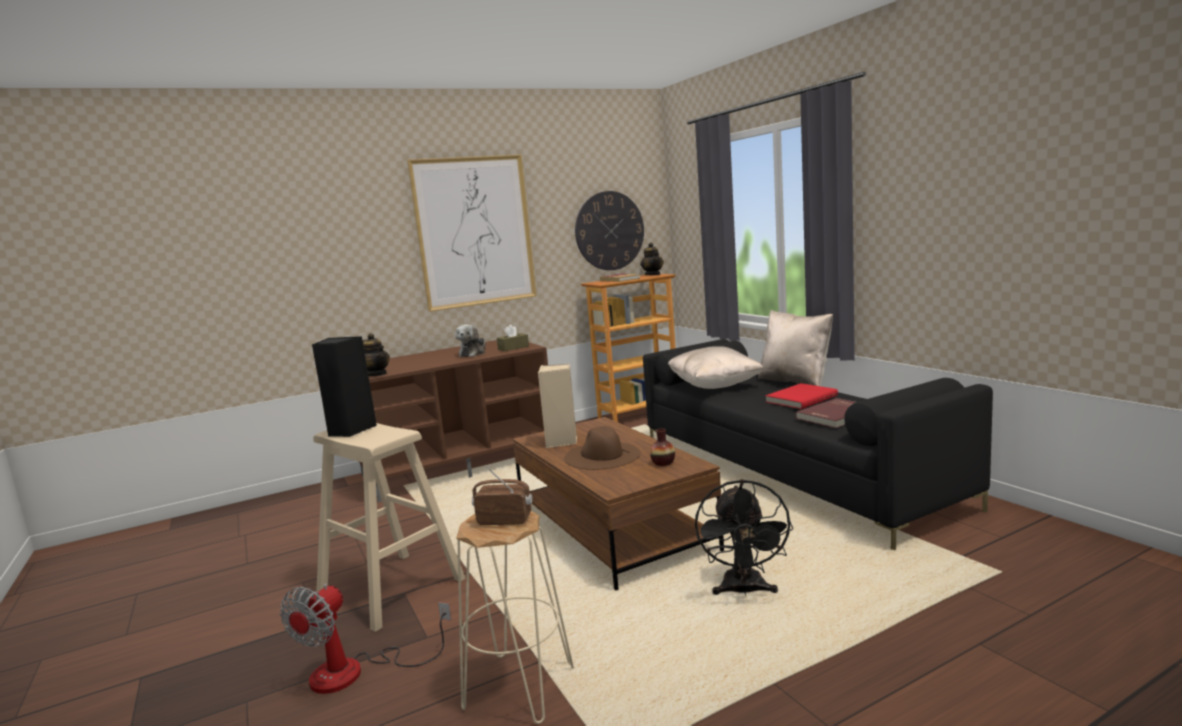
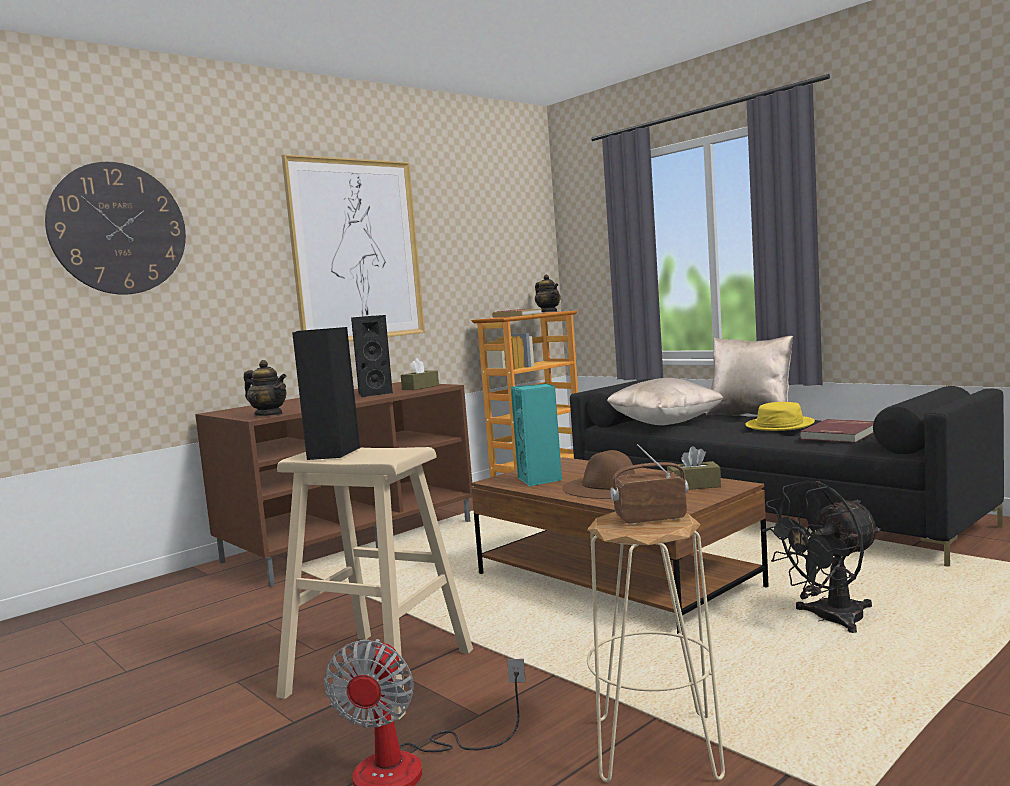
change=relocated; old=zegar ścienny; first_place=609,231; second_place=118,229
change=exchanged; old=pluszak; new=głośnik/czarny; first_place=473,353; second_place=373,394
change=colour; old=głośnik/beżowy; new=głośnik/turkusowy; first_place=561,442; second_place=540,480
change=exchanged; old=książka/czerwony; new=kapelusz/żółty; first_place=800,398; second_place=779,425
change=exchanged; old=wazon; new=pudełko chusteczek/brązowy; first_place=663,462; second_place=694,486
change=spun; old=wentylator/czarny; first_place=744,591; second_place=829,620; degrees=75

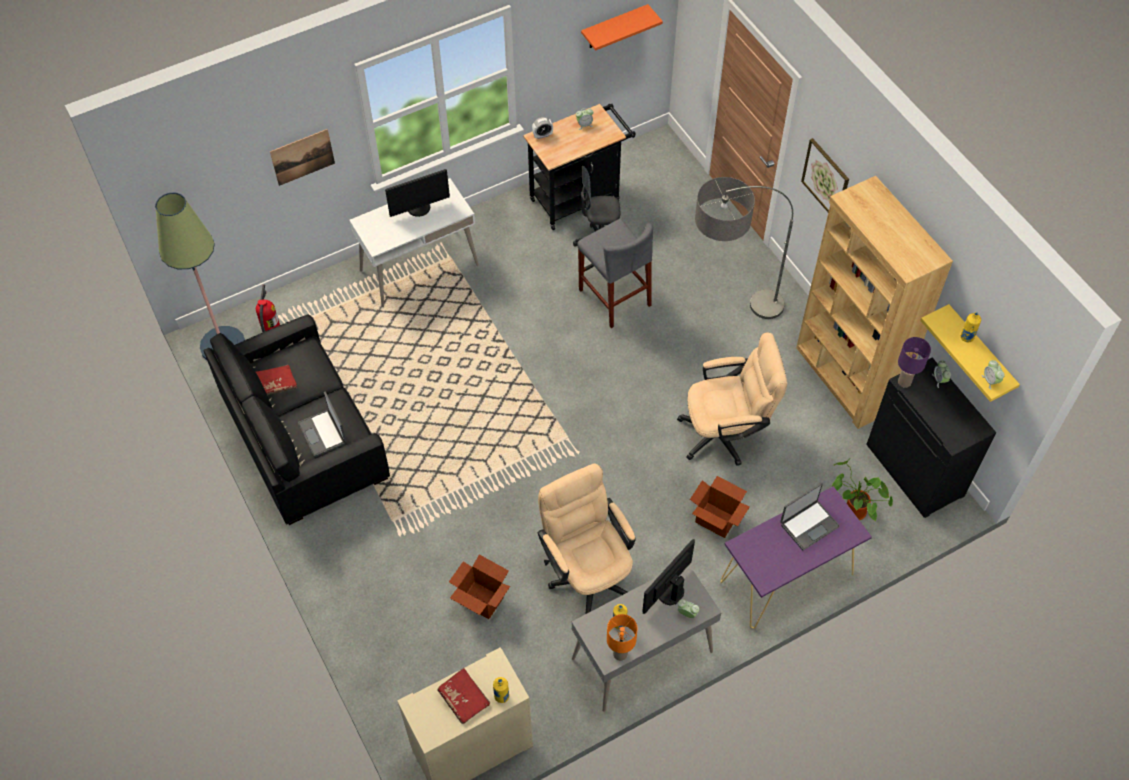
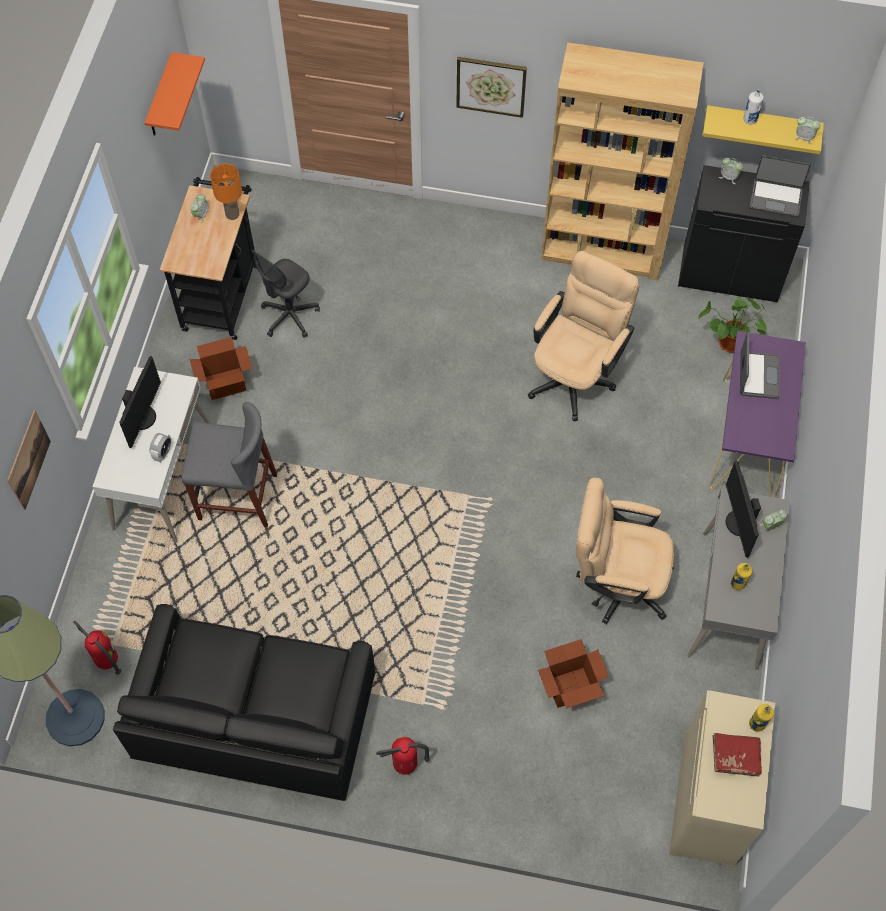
change=relocated; old=budzik; first_place=542,135; second_place=163,453
change=missing; old=lampa stojąca; first_place=728,315
change=relocated; old=stołek/szary; first_place=614,297; second_place=237,497
change=colour; old=butelka/żółty; new=butelka/biały; first_place=966,337; second_place=750,119
change=missing; old=lampa stołowa/fioletowy; first_place=904,382
change=missing; old=książka/czerwony; first_place=276,384
change=relocated; old=laptop; first_place=323,433; second_place=776,197
change=relocated; old=karton; first_place=716,520; second_place=226,383
change=relocated; old=lampa stołowa/pomarańczowy; first_place=620,654; second_place=232,214
change=appeared; new=gaśnica; second_place=405,766

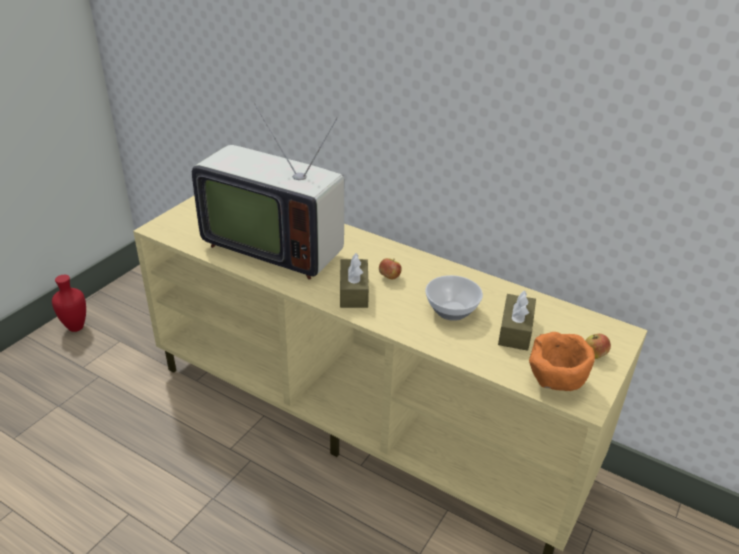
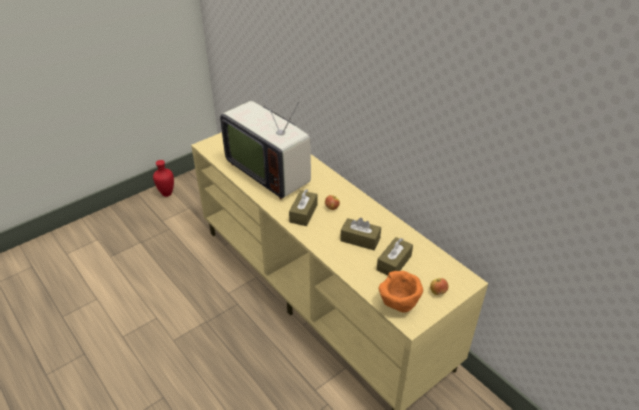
change=exchanged; old=miska; new=pudełko chusteczek/brązowy; first_place=452,310; second_place=360,239

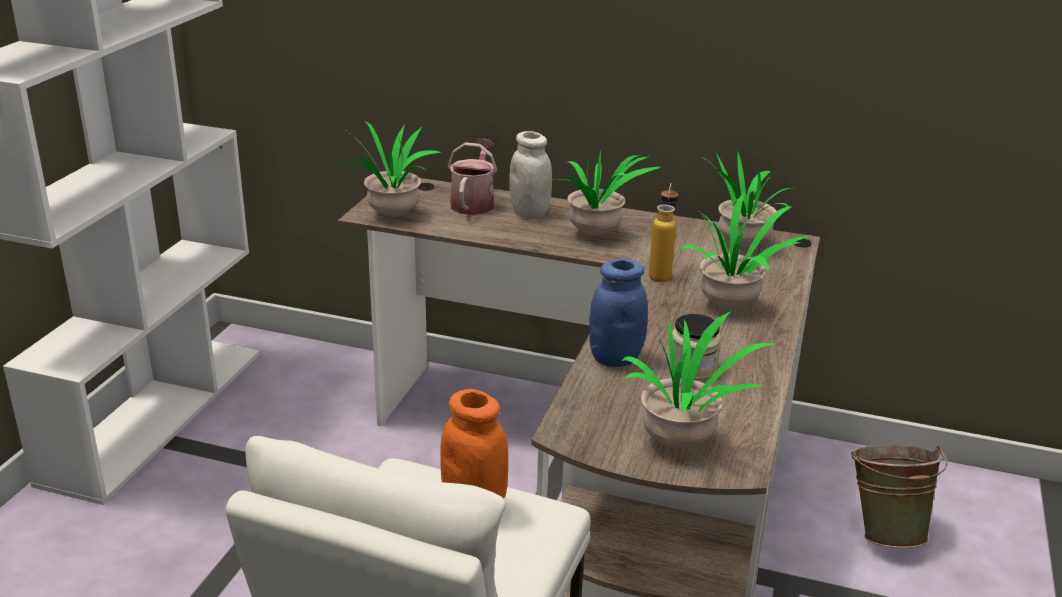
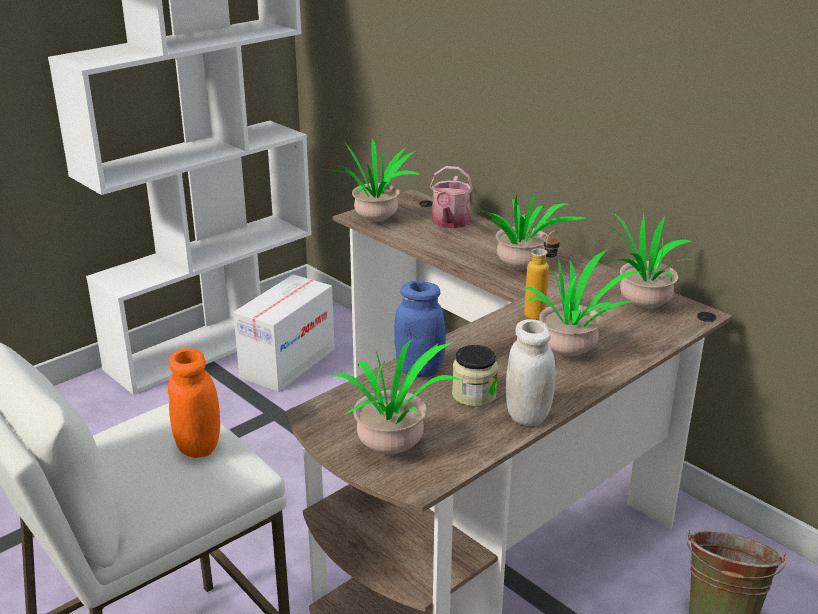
change=relocated; old=słoik/biały; first_place=529,213; second_place=527,415
change=spun; old=konewka; first_place=474,202; second_place=449,223; degrees=150
change=appeared; new=karton; second_place=288,363

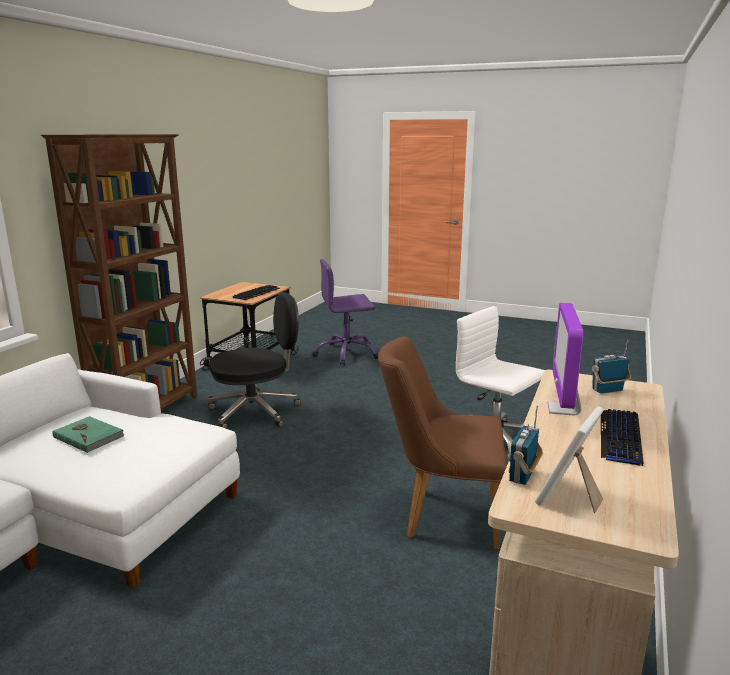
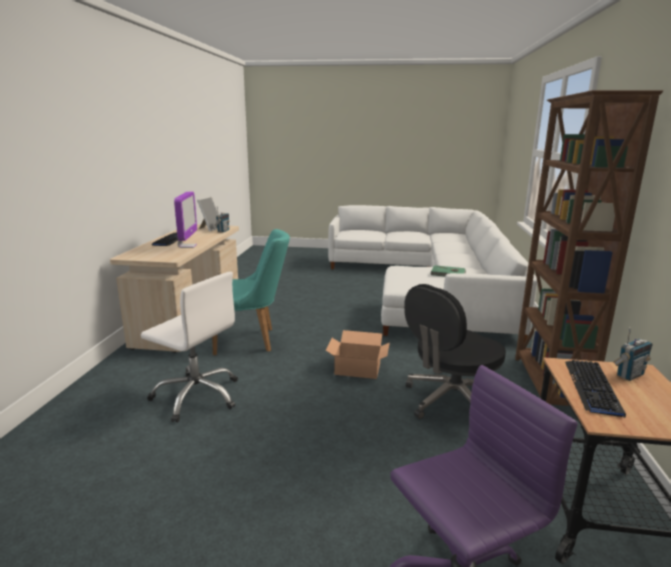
change=colour; old=krzesło/brązowy; new=krzesło/turkusowy; first_place=441,513; second_place=251,340
change=relocated; old=radio; first_place=607,390; second_place=629,375
change=appeared; new=karton; second_place=358,369

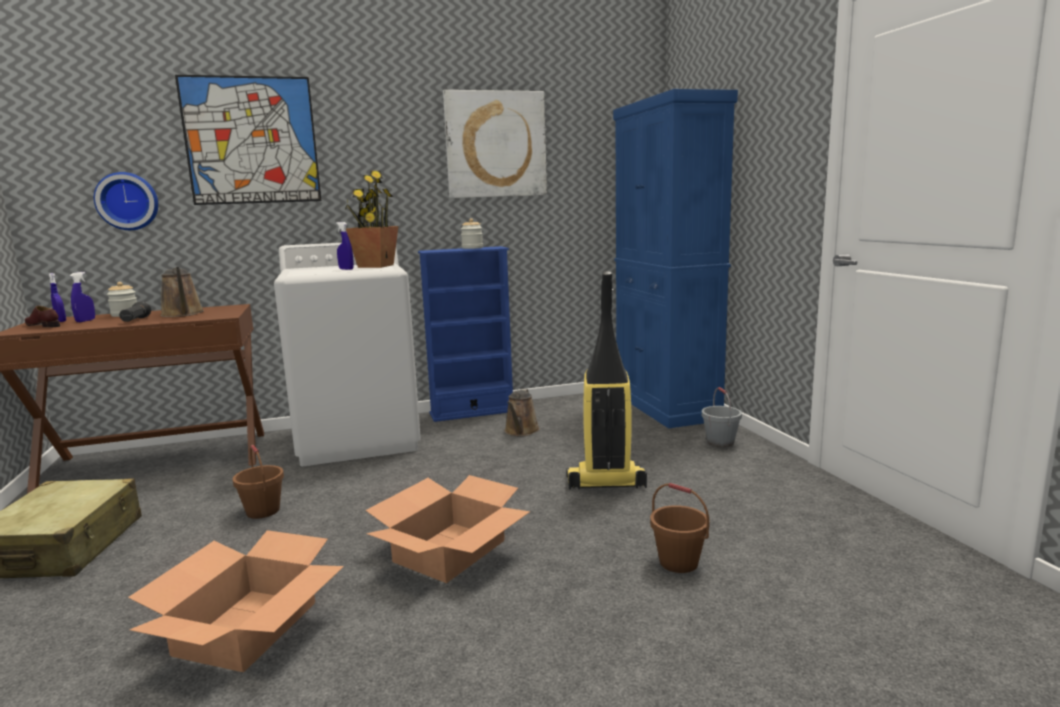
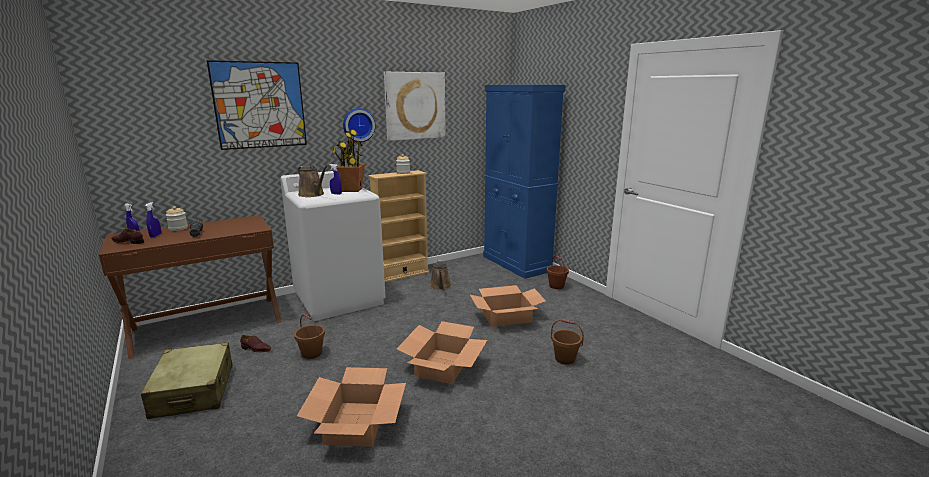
change=relocated; old=zegar ścienny; first_place=128,201; second_place=358,125
change=colour; old=regał/niebieski; new=regał/beżowy; first_place=472,412; second_place=402,274
change=relocated; old=konewka/brązowy; first_place=183,314; second_place=312,194
change=exchanged; old=odkurzacz; new=karton; first_place=605,483; second_place=506,317
change=colour; old=wiadro/szary; new=wiadro/brązowy; first_place=720,442; second_place=556,286
change=appeared; new=but/brązowy; second_place=256,349

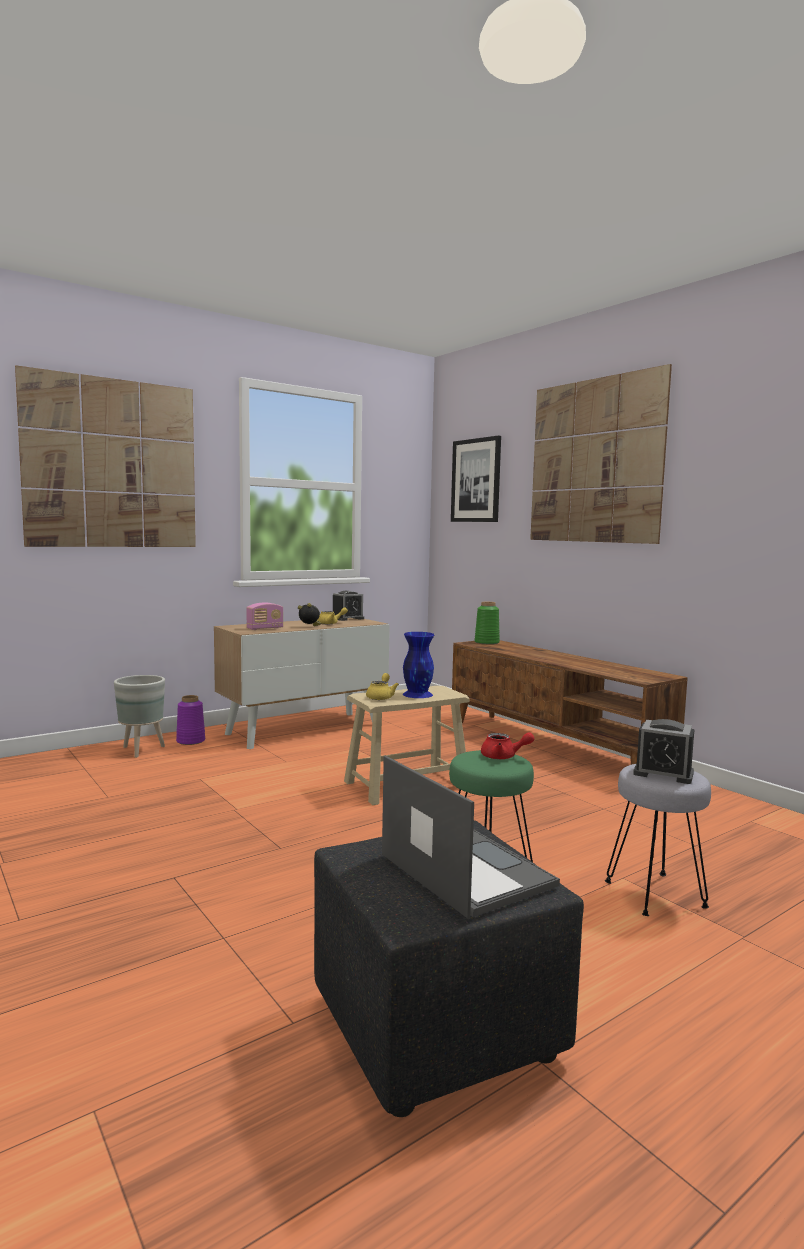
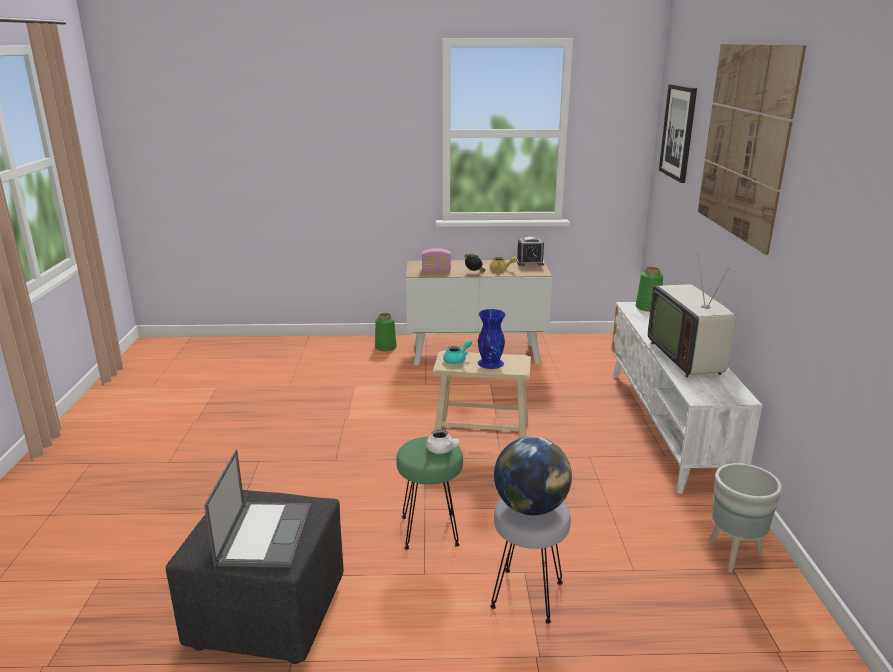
change=missing; old=obraz; first_place=112,464
change=colour; old=szafka pod telewizor/brązowy; new=szafka pod telewizor/biały; first_place=553,745; second_place=667,426
change=colour; old=imbryk/żółty; new=imbryk/turkusowy; first_place=381,697; second_place=457,360
change=relocated; old=donica/szary; first_place=141,750; second_place=733,554
change=colour; old=wazon/fioletowy; new=wazon/zielony; first_place=191,741; second_place=386,347
change=exchanged; old=budzik; new=globus; first_place=663,773; second_place=531,507
change=colour; old=imbryk/czerwony; new=imbryk/biały; first_place=503,757; second_place=442,450
change=appeared; new=telewizor; second_place=688,357

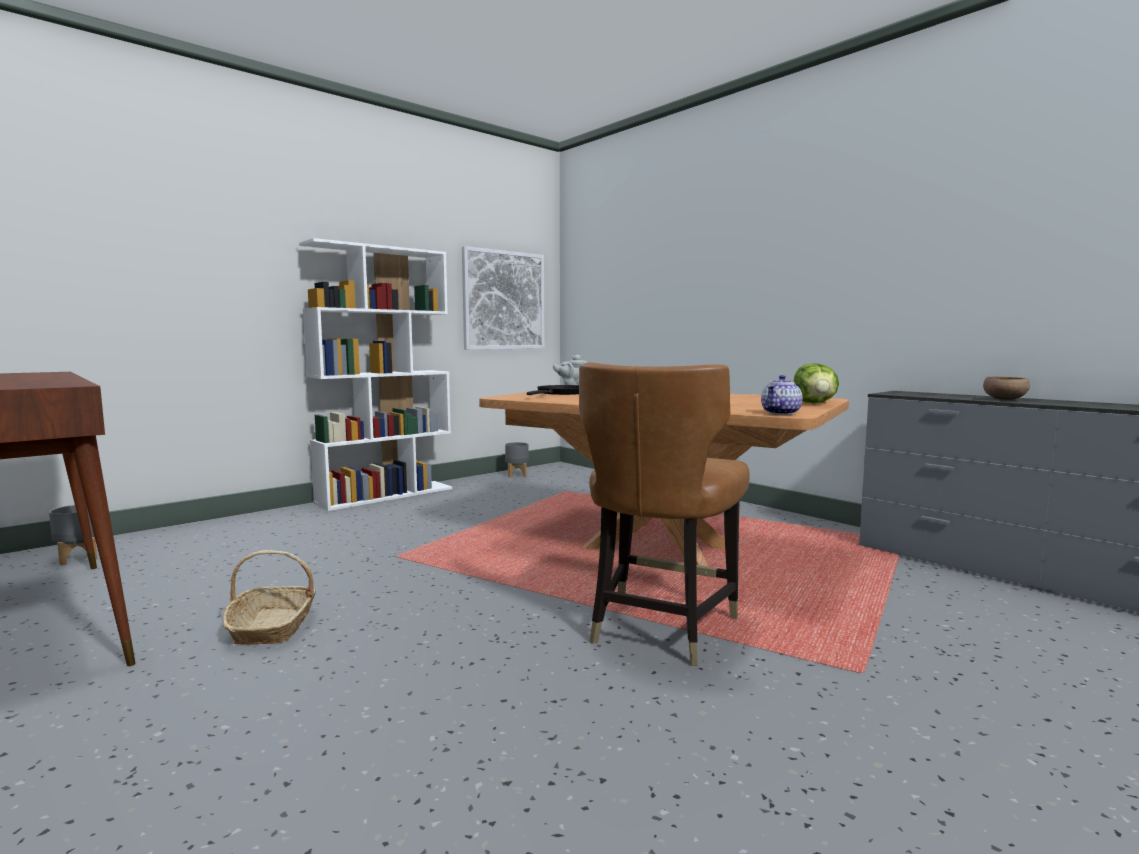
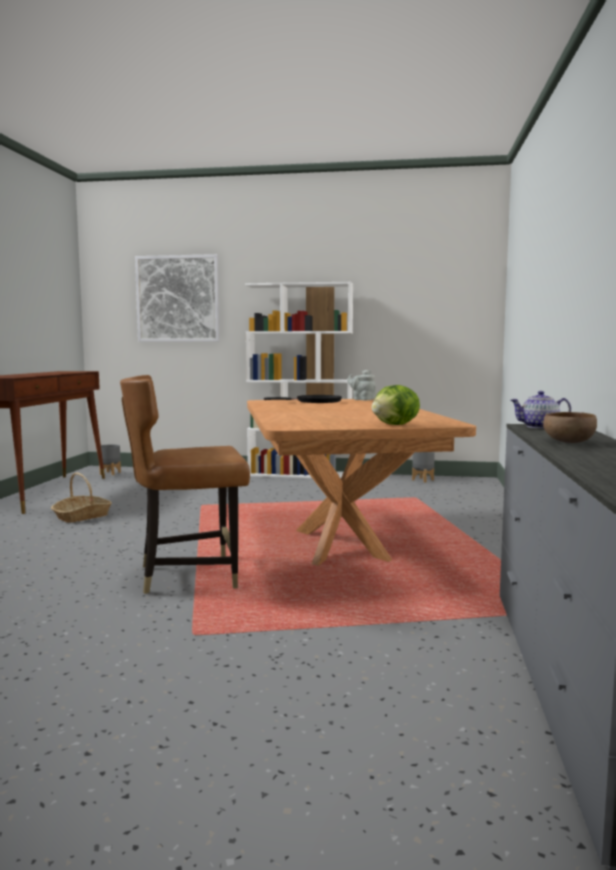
change=relocated; old=obraz; first_place=504,300; second_place=178,299
change=relocated; old=imbryk; first_place=781,413; second_place=540,427

